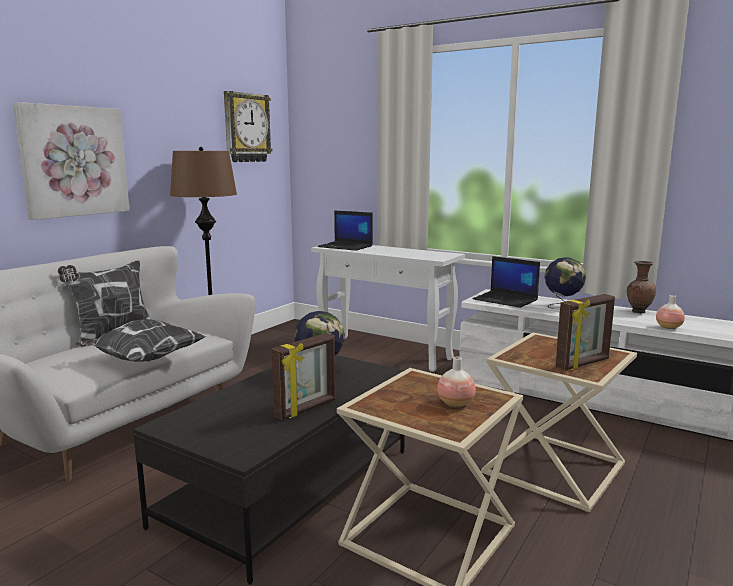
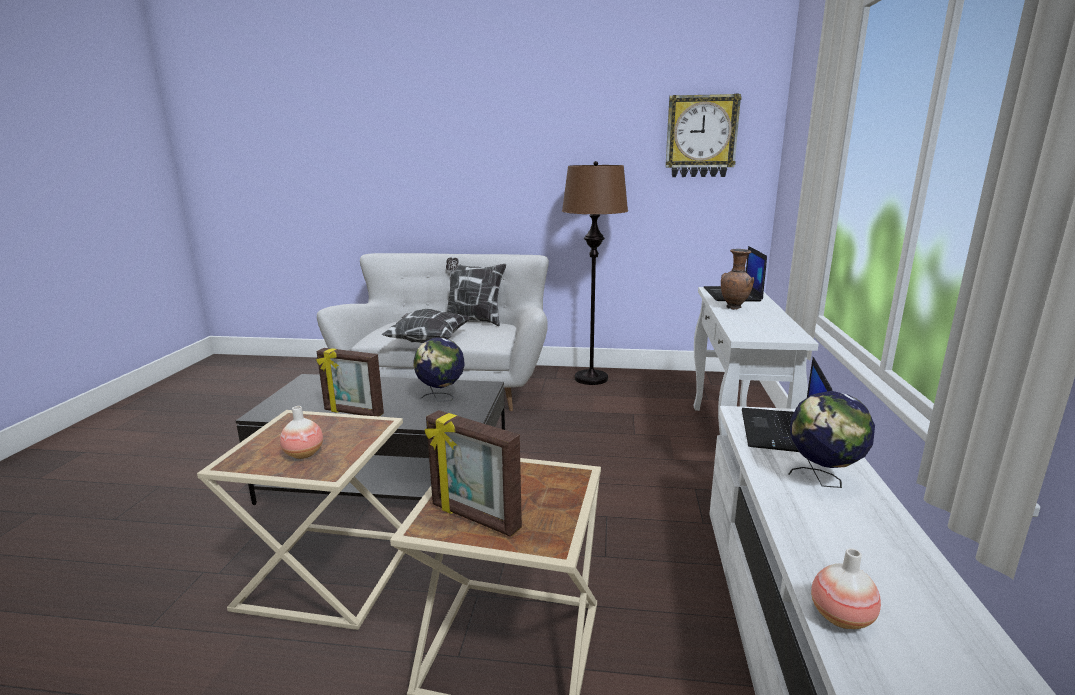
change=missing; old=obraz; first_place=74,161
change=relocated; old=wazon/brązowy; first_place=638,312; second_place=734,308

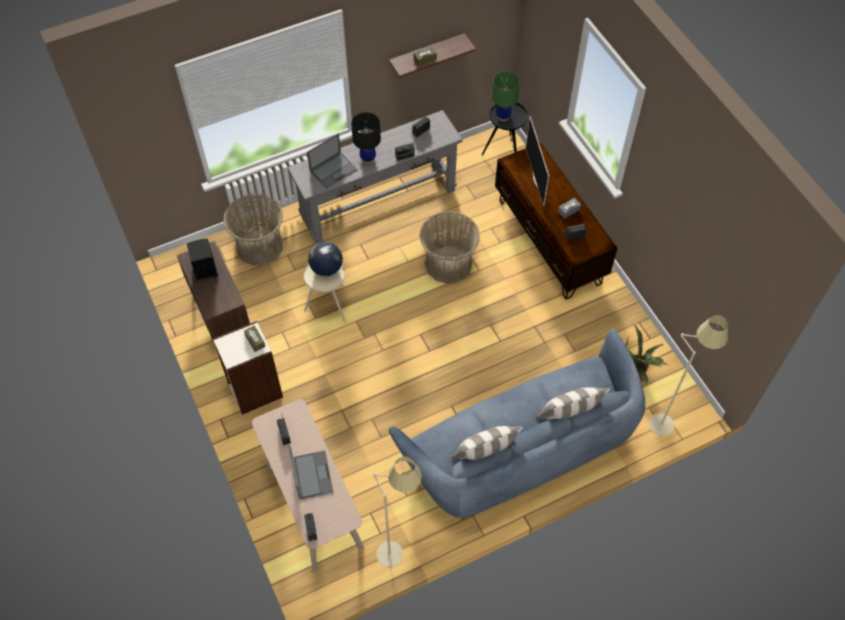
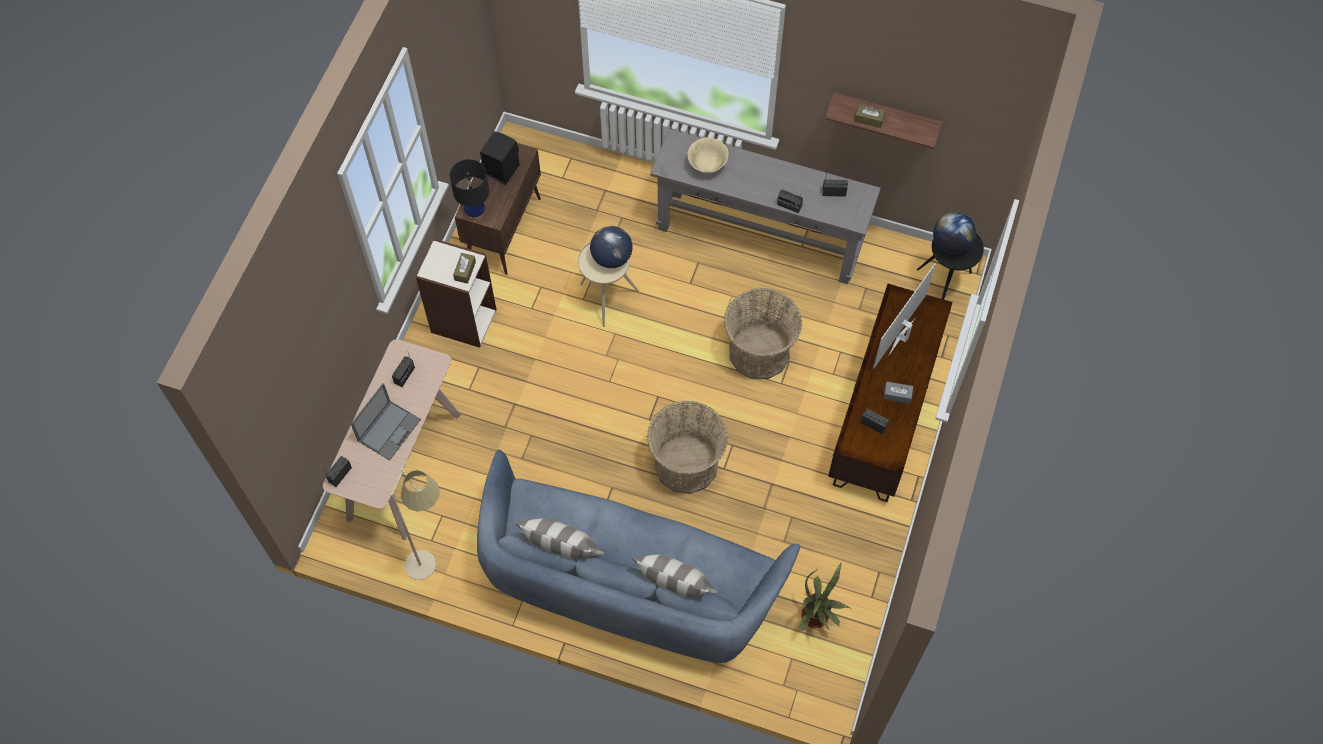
change=exchanged; old=lampa stołowa/zielony; new=globus; first_place=503,116; second_place=950,244
change=relocated; old=lampa stołowa/czarny; first_place=368,158; second_place=475,212
change=exchanged; old=laptop; new=miska/beżowy; first_place=333,170; second_place=707,165
change=relocated; old=koszyk; first_place=259,246; second_place=686,464
change=missing; old=lampa stojąca/beżowy; first_place=668,417

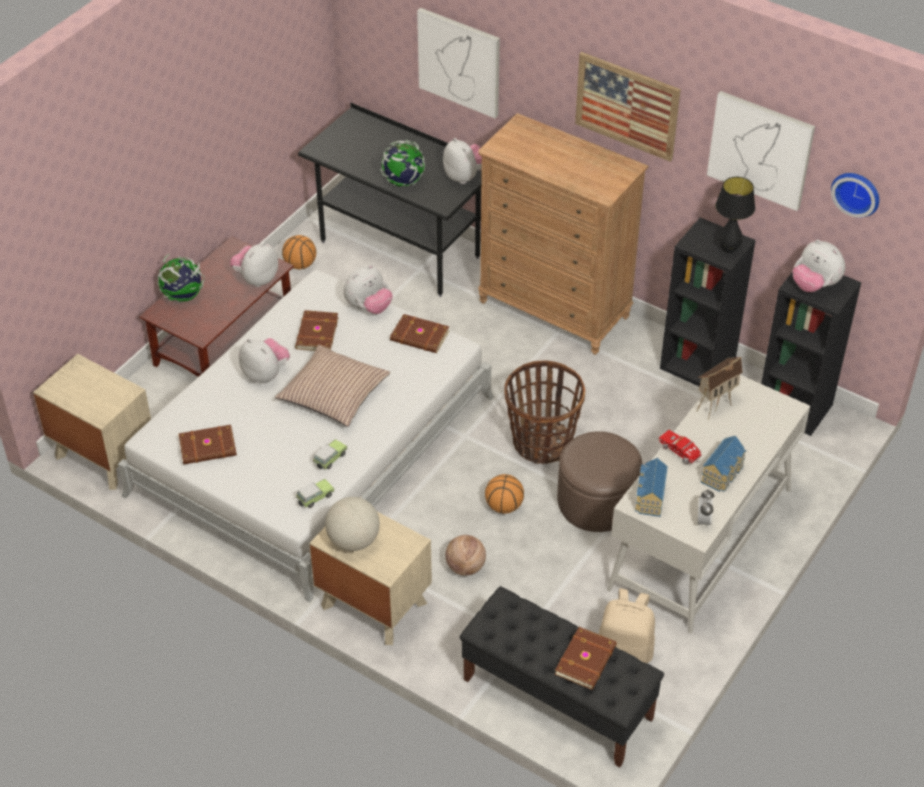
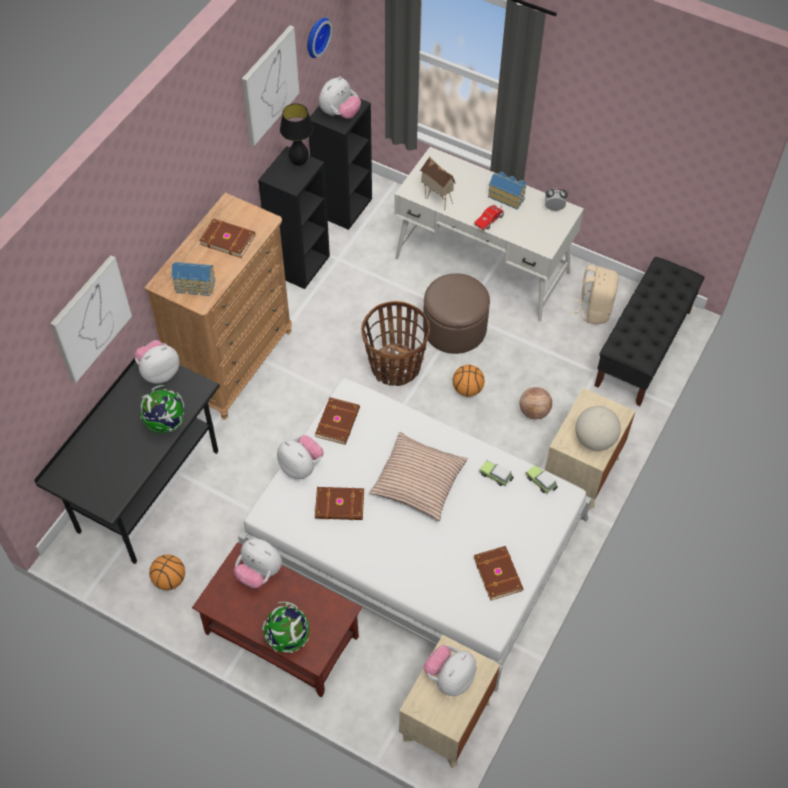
change=missing; old=obraz; first_place=627,106
change=relocated; old=pluszak; first_place=265,374; second_place=449,678
change=relocated; old=domek; first_place=648,498; second_place=195,286
change=relocated; old=książka/brązowy; first_place=586,660; second_place=227,239

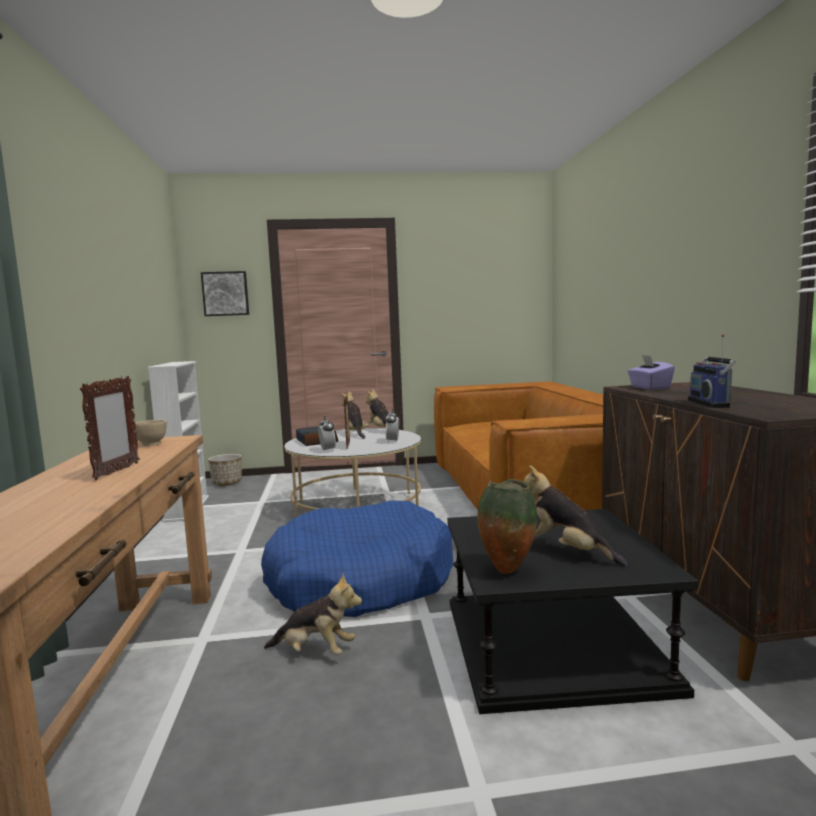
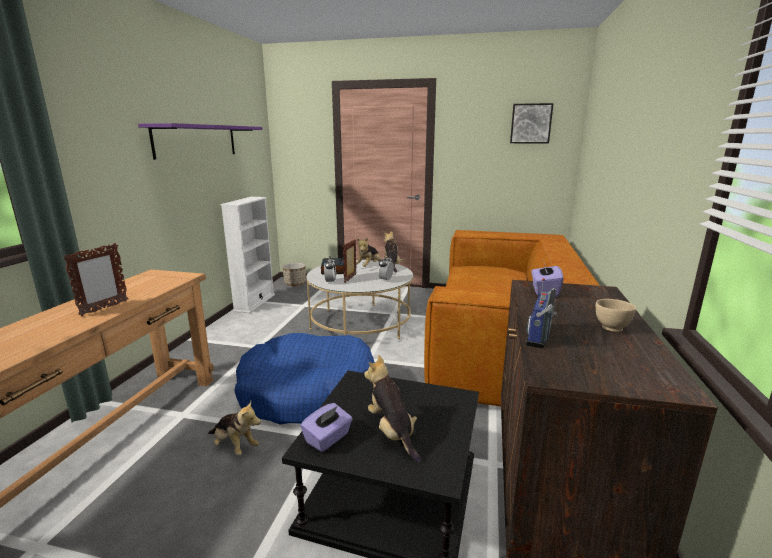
change=relocated; old=obraz; first_place=225,293; second_place=531,123
change=spun; old=pluszak; first_place=355,434; second_place=369,266; degrees=-150
change=relocated; old=miska/beżowy; first_place=151,444; second_place=611,328
change=exchanged; old=wazon; new=pudełko chusteczek/fioletowy; first_place=507,570; second_place=328,438
change=appeared; new=półka/fioletowy; second_place=197,141

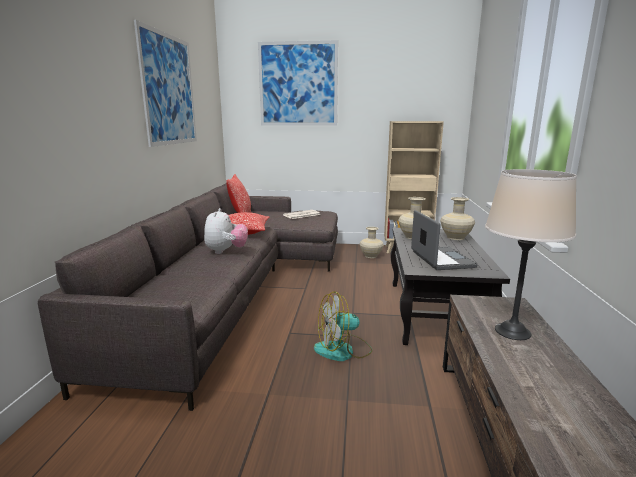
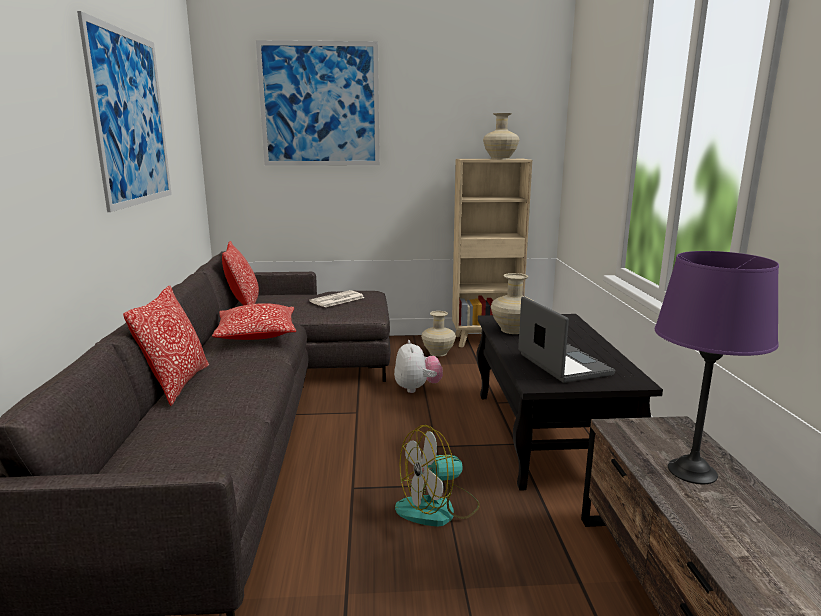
change=colour; old=lampa stołowa/beżowy; new=lampa stołowa/fioletowy; first_place=512,331; second_place=692,471
change=relocated; old=wazon/beżowy; first_place=455,237; second_place=500,159
change=relocated; old=pluszak; first_place=226,251; second_place=417,388
change=appeared; new=poduszka; second_place=176,384

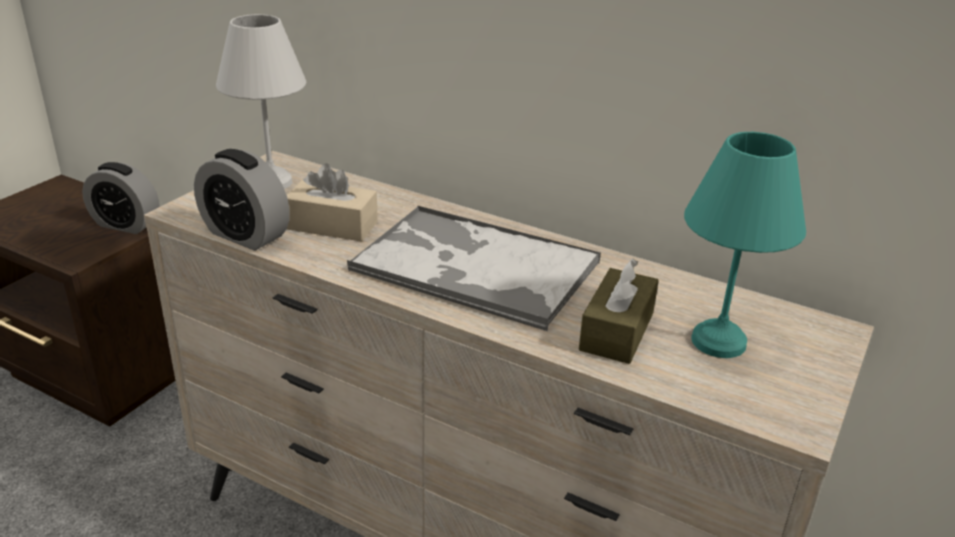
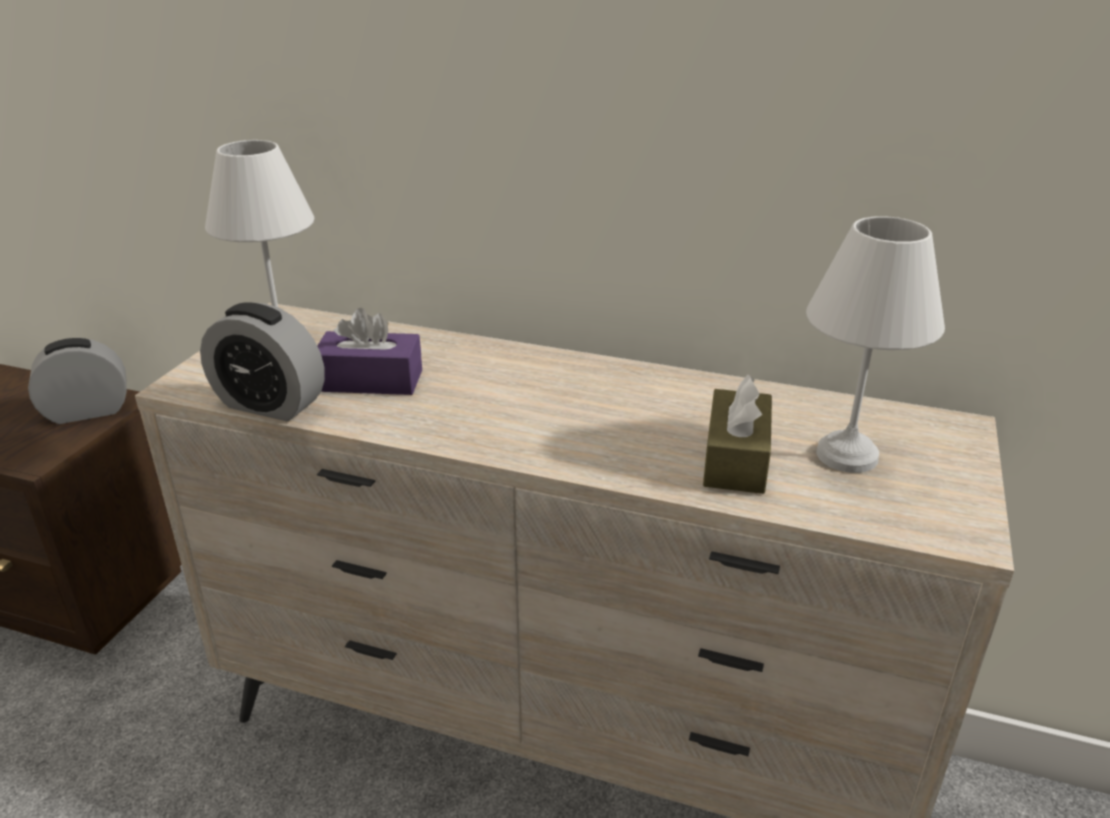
change=colour; old=lampa stołowa/turkusowy; new=lampa stołowa/biały; first_place=721,342; second_place=850,456
change=spun; old=budzik; first_place=126,224; second_place=87,411; degrees=150
change=colour; old=pudełko chusteczek/beżowy; new=pudełko chusteczek/fioletowy; first_place=332,225; second_place=370,381
change=missing; old=taca; first_place=473,266

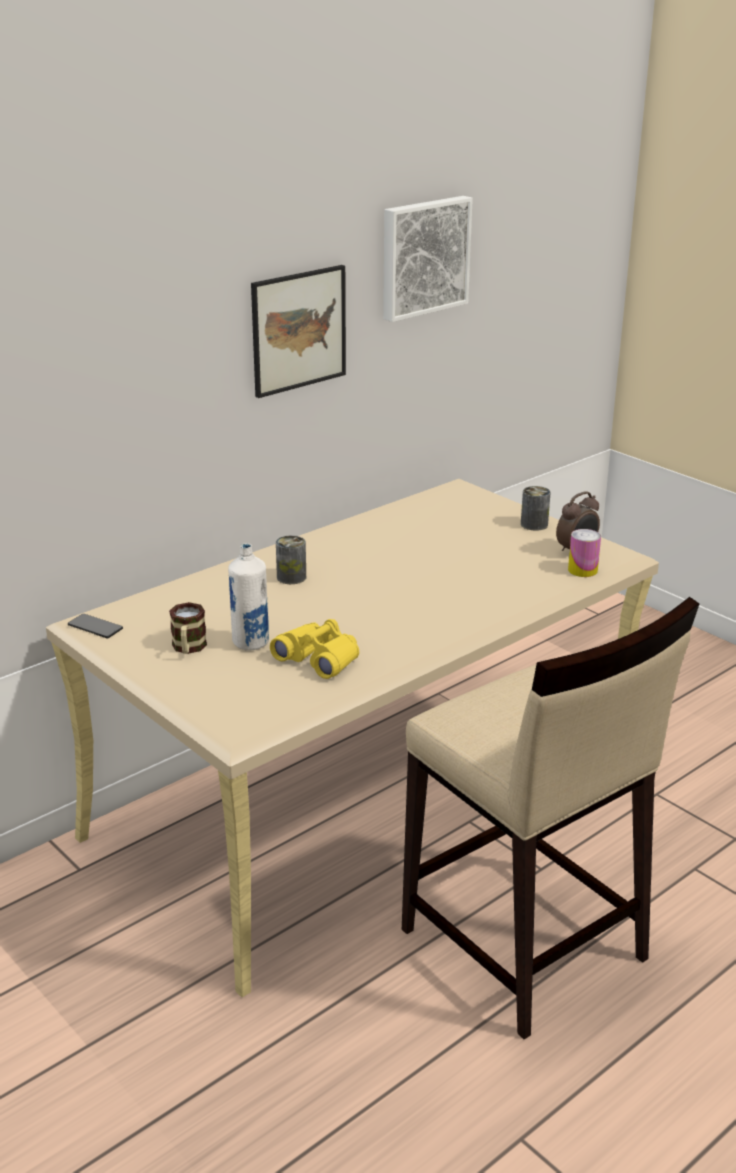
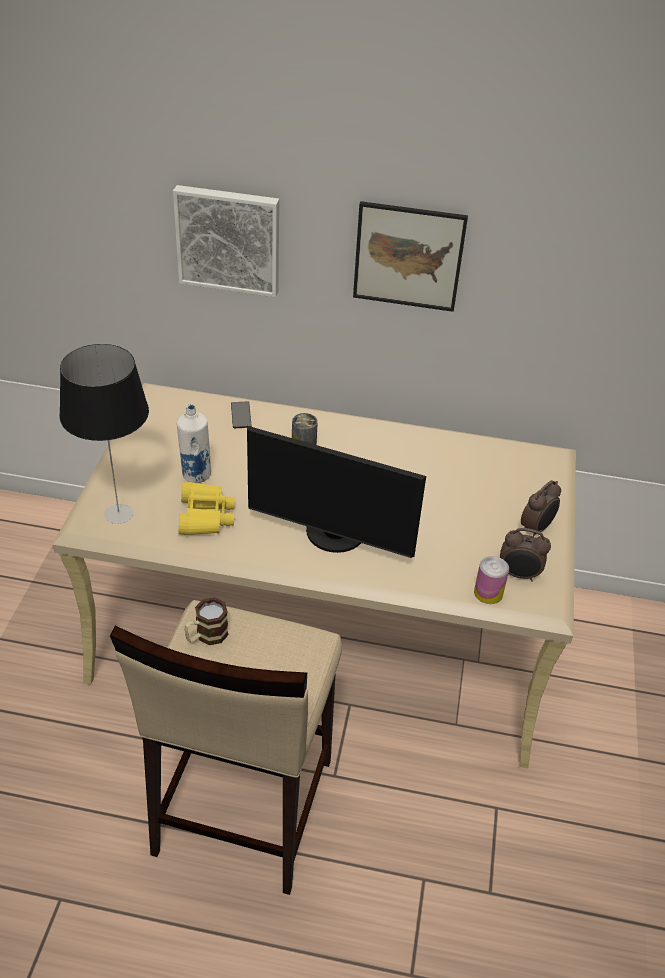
change=relocated; old=obraz; first_place=423,257; second_place=229,239
change=exchanged; old=puszka; new=budzik; first_place=534,524; second_place=536,529
change=relocated; old=kubek; first_place=188,648; second_place=206,636
change=relocated; old=telefon; first_place=95,627; second_place=241,415
change=appeared; new=lampa stołowa; second_place=118,514
change=appeared; new=monitor; second_place=333,536

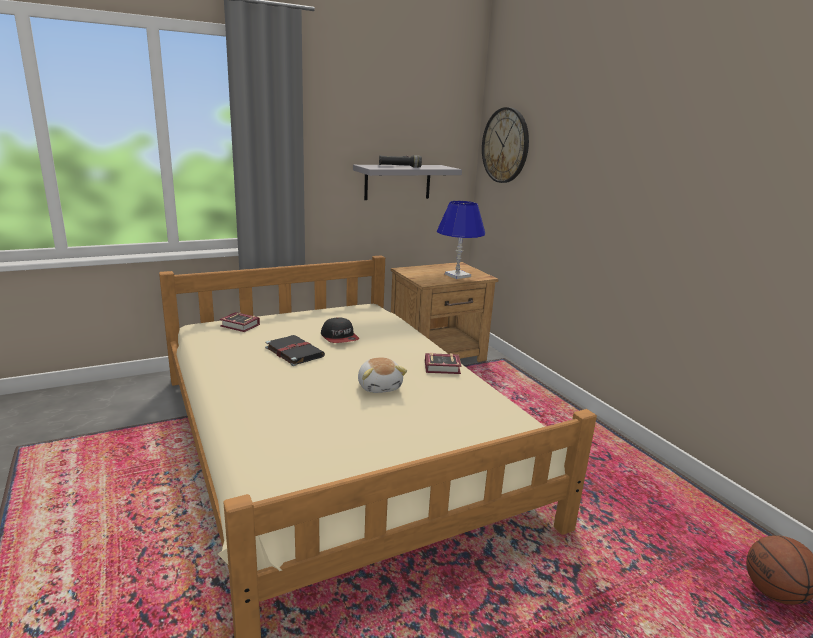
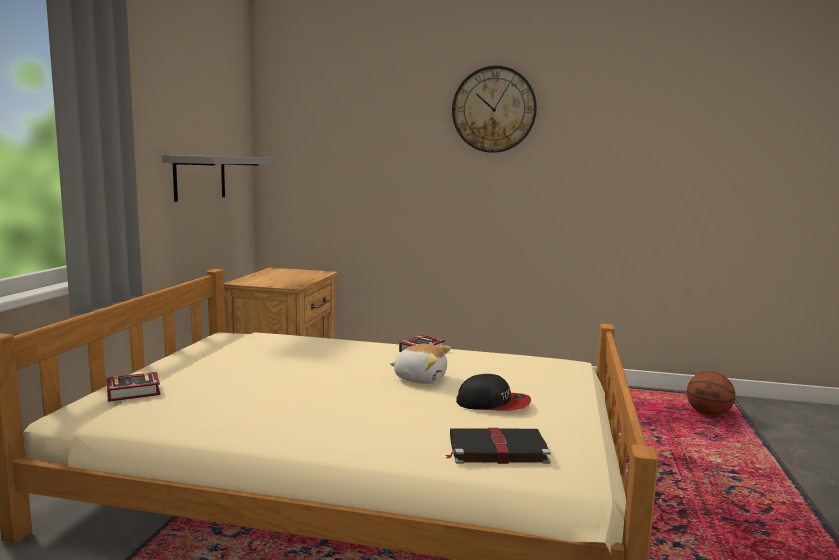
change=relocated; old=zegar ścienny; first_place=505,145; second_place=494,110
change=missing; old=latarka/czarny; first_place=400,166
change=missing; old=lampa stołowa/niebieski; first_place=457,275
change=relocated; old=czapka z daszkiem; first_place=339,337; second_place=493,404
change=relocated; old=książka/czarny; first_place=293,352; second_place=495,449

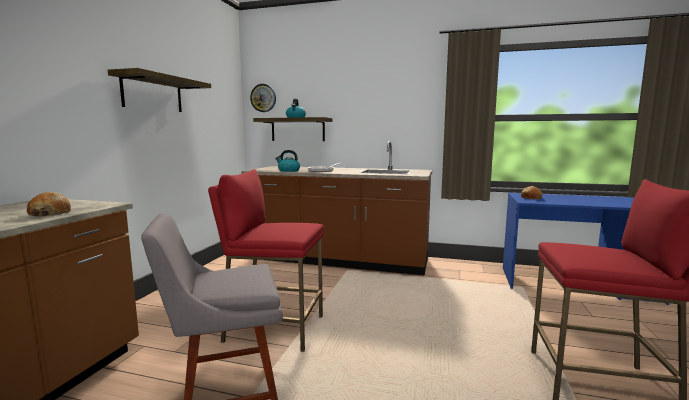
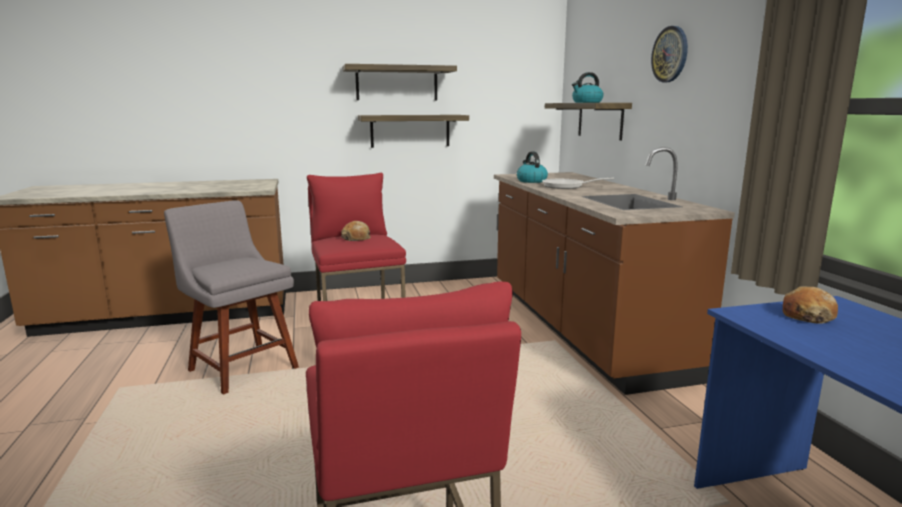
change=relocated; old=zegar ścienny; first_place=263,98; second_place=670,54
change=relocated; old=chleb; first_place=50,213; second_place=356,238
change=appeared; new=półka; second_place=410,131

